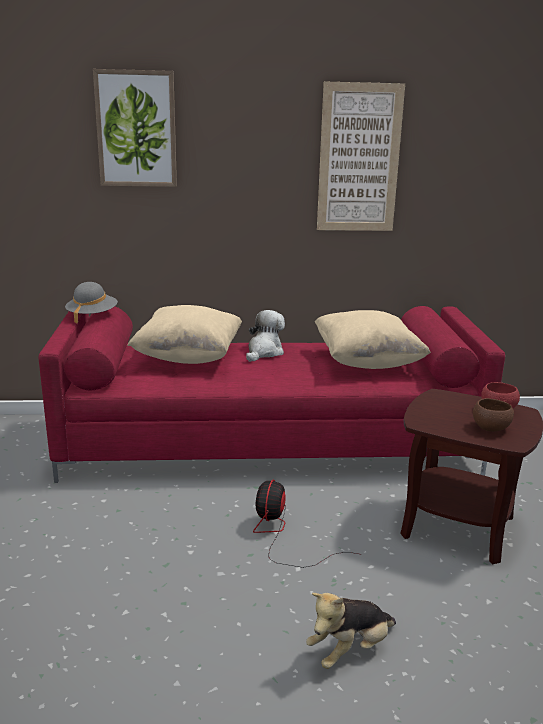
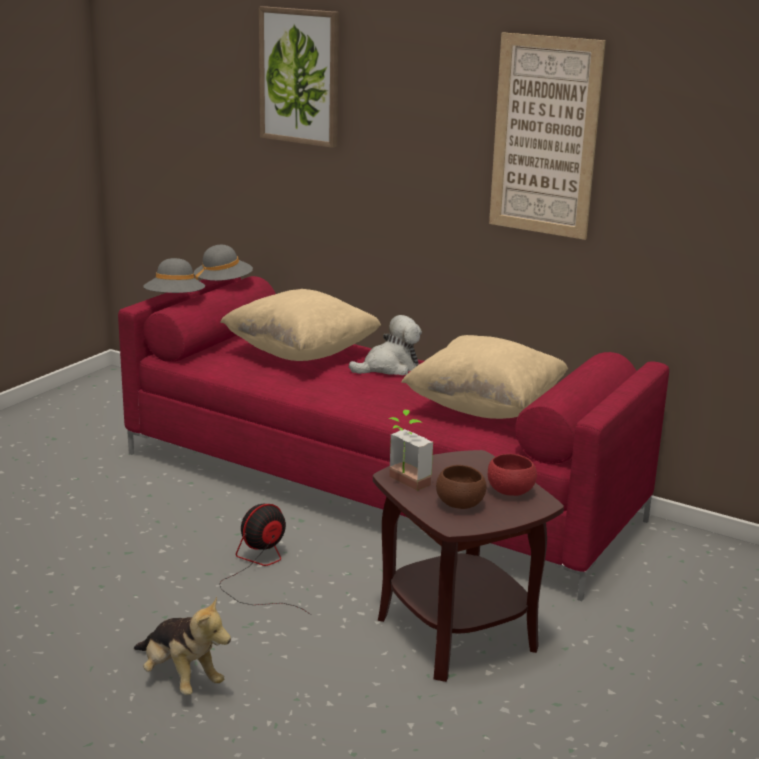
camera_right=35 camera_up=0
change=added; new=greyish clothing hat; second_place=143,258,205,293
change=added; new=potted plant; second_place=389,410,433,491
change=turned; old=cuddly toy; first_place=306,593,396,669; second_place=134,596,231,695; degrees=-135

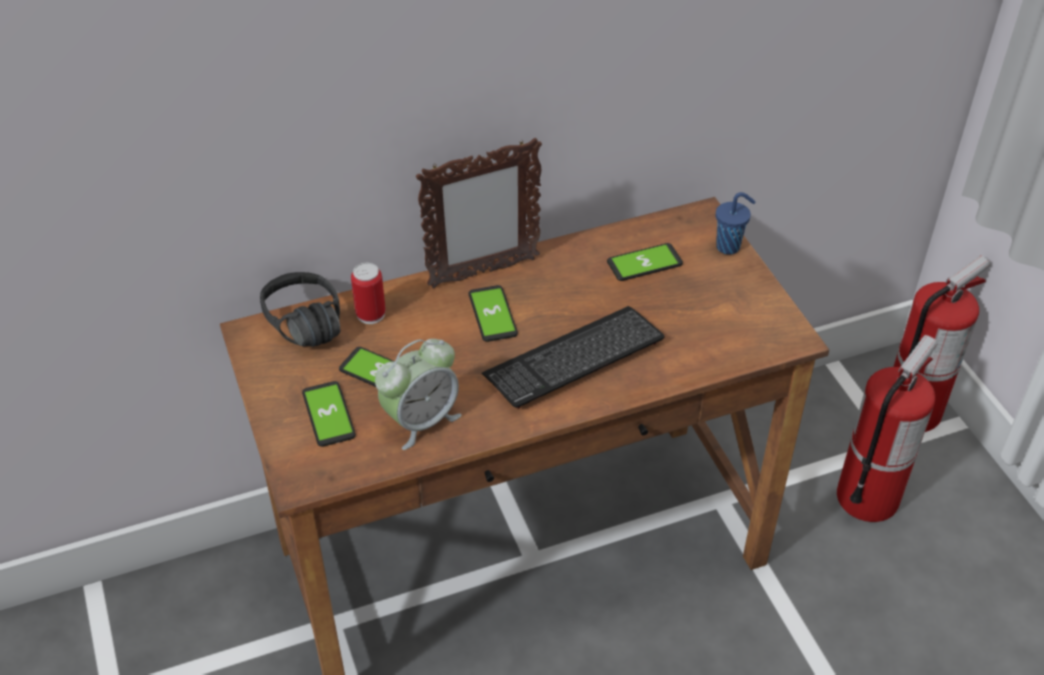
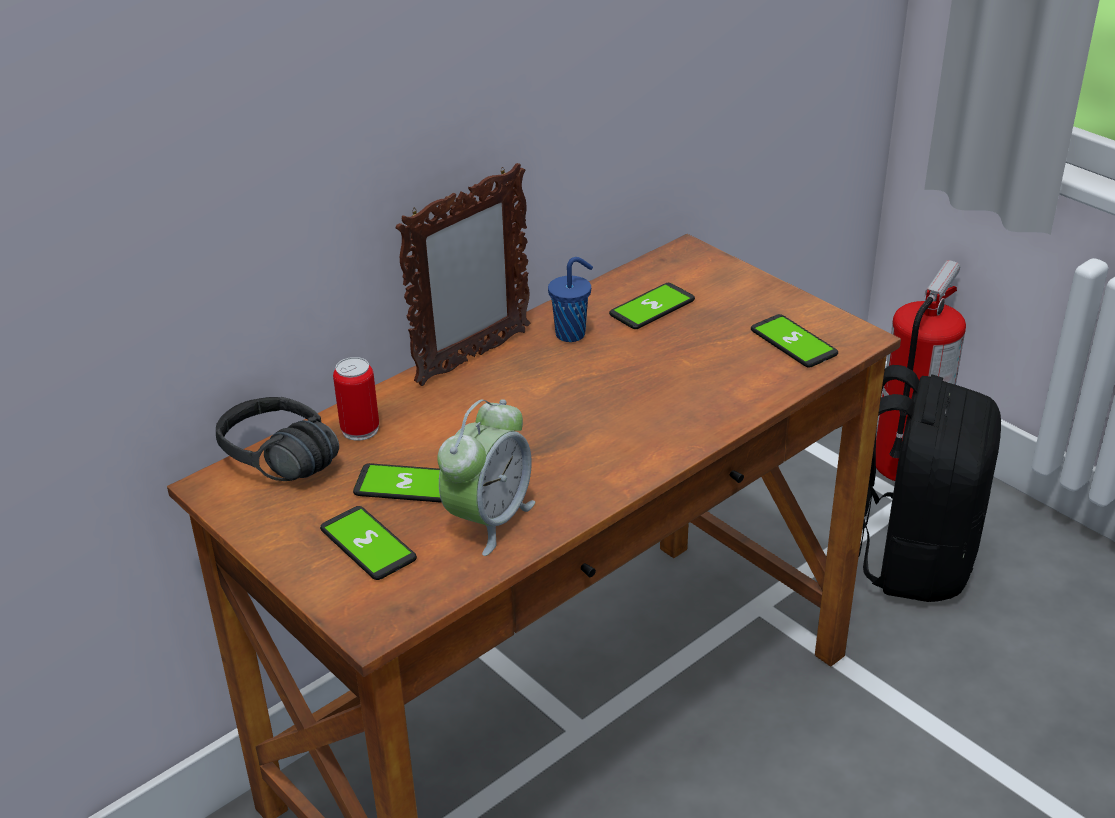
camera_right=-20 camera_up=-10
change=removed; old=keyboard; first_place=482,306,665,409
change=moved; old=phone; first_place=468,285,518,342; second_place=751,314,838,367
change=moved; old=bluish cup; first_place=716,192,756,255; second_place=548,257,593,342
change=replaced; old=fire-fighting cylinder; new=black knapsack; first_place=837,335,938,522; second_place=826,365,1001,602

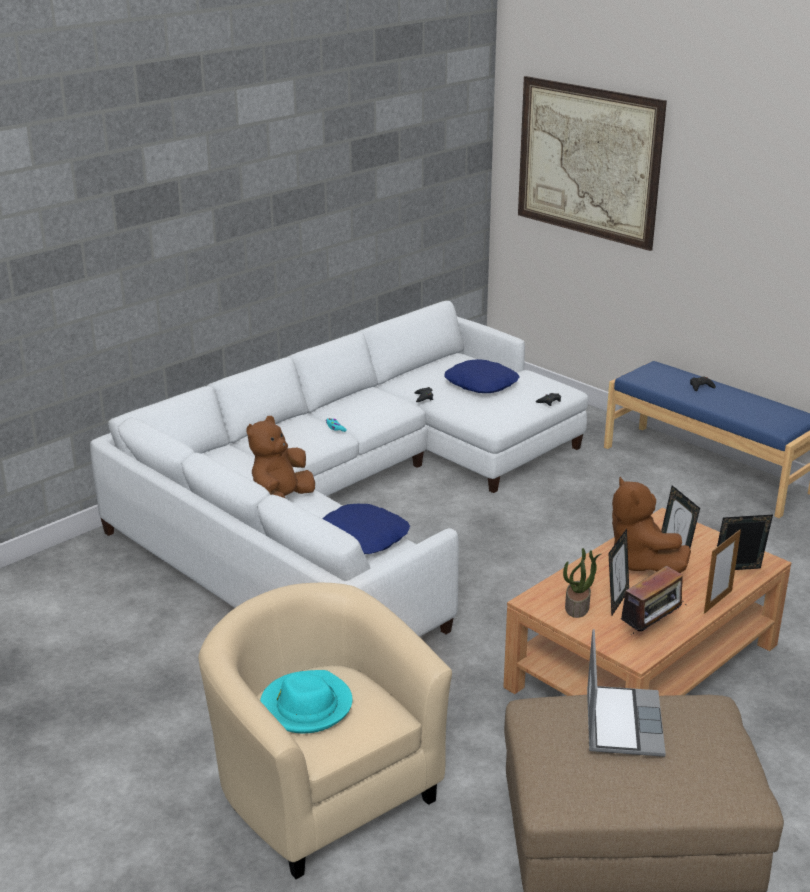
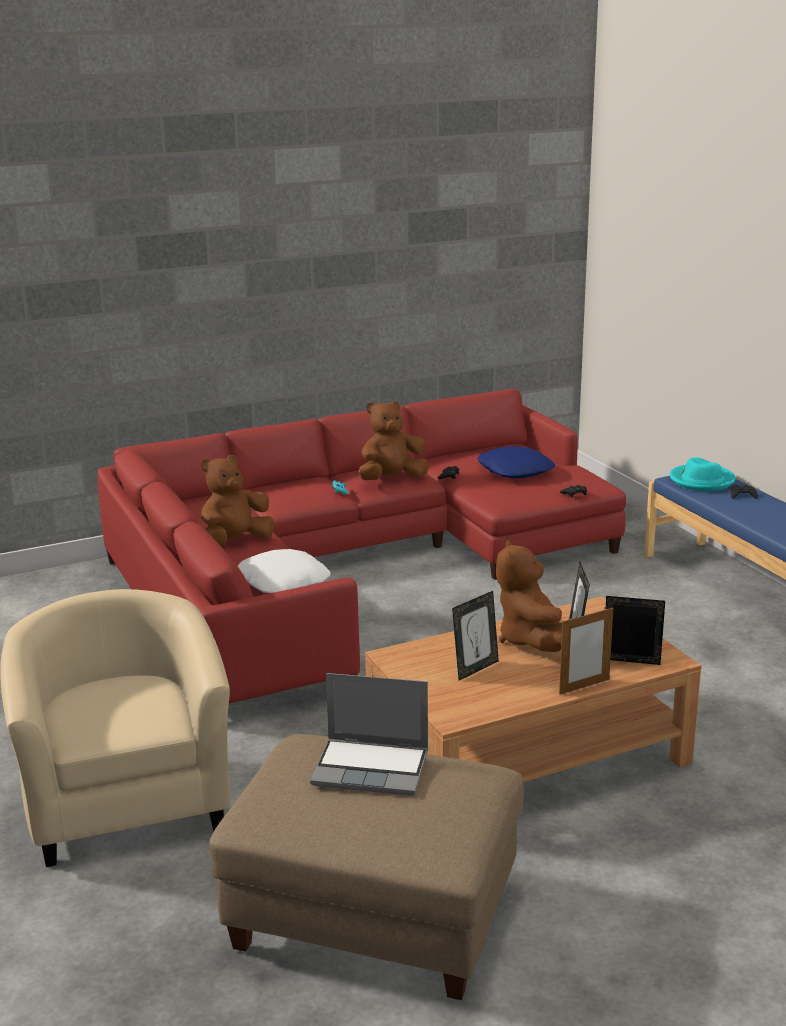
camera_right=20 camera_up=-5
change=removed; old=wall art; first_place=518,76,667,251
change=removed; old=potted plant; first_place=563,548,601,618
change=removed; old=radio receiver; first_place=621,566,686,634
change=added; new=brownish cuddly toy; second_place=358,401,429,480
change=moved; old=turquoise-coloured clothing hat; first_place=260,670,353,733; second_place=670,458,736,491
change=recoloured; old=white-coloured couch; new=red-coloured couch; first_place=90,301,588,637; second_place=97,389,626,703
change=recoloured; old=bluish throw pillow; new=white-coloured throw pillow; first_place=322,504,410,554; second_place=238,549,331,593
change=turned; old=portable computer; first_place=587,629,666,757; second_place=310,673,428,796; degrees=75

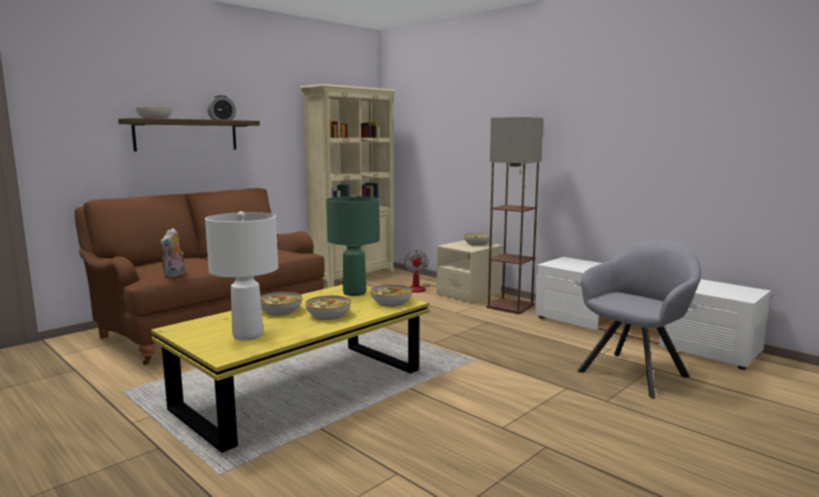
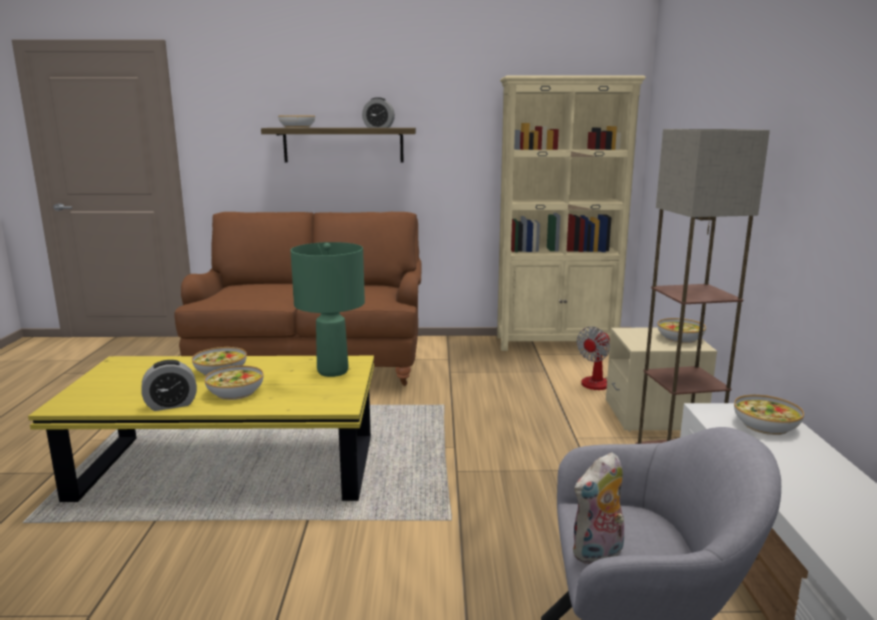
camera_right=45 camera_up=5
change=removed; old=white-coloured tabletop lamp; first_place=205,211,278,340
change=added; new=table clock; second_place=142,360,197,411
change=moved; old=cuddly toy; first_place=161,228,185,277; second_place=572,452,624,564
change=moved; old=bowl; first_place=371,284,412,307; second_place=734,395,804,435

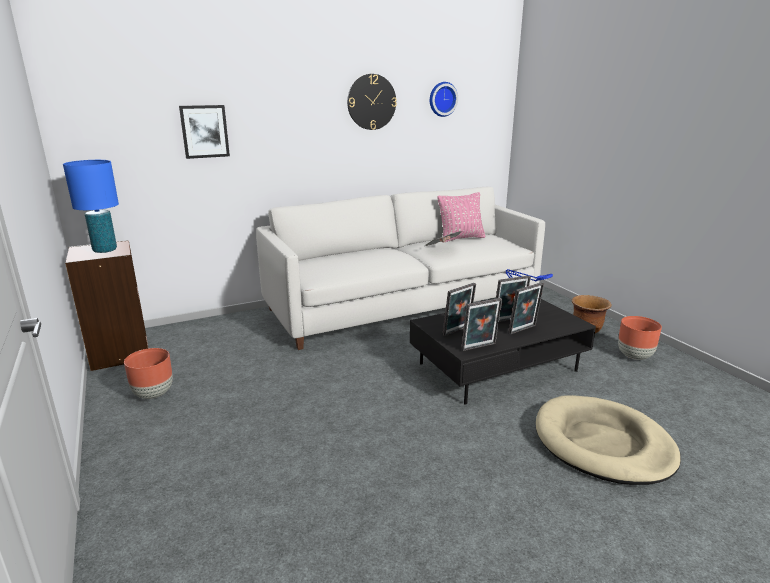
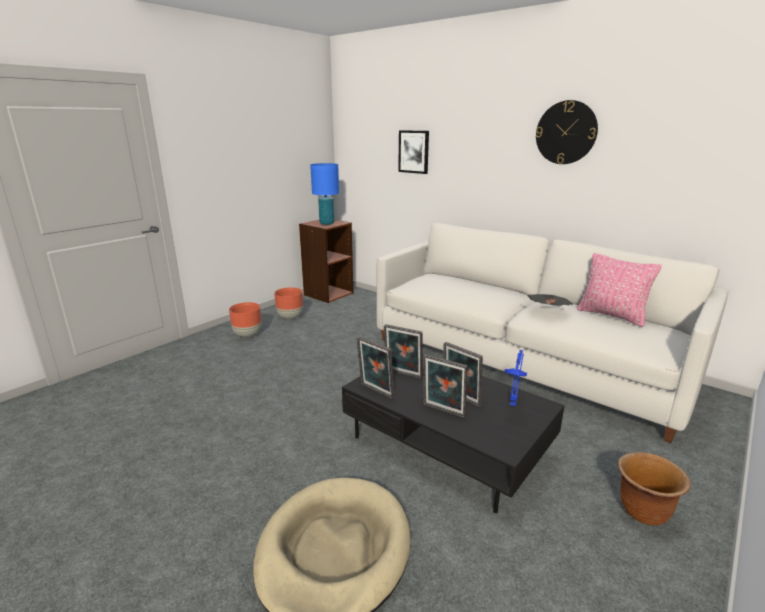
camera_right=65 camera_up=0
change=removed; old=hanging clock; first_place=430,82,458,117
change=moved; old=brownish plant pot; first_place=618,316,662,360; second_place=229,302,262,338

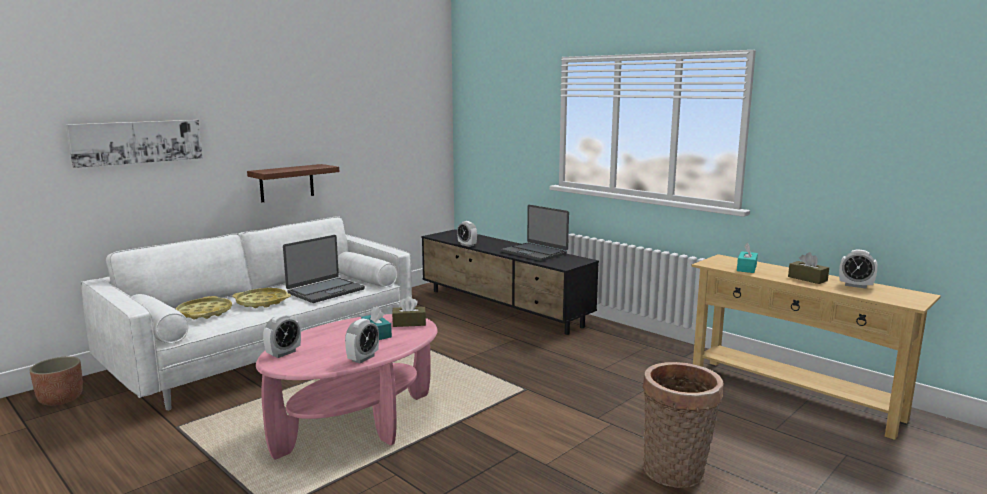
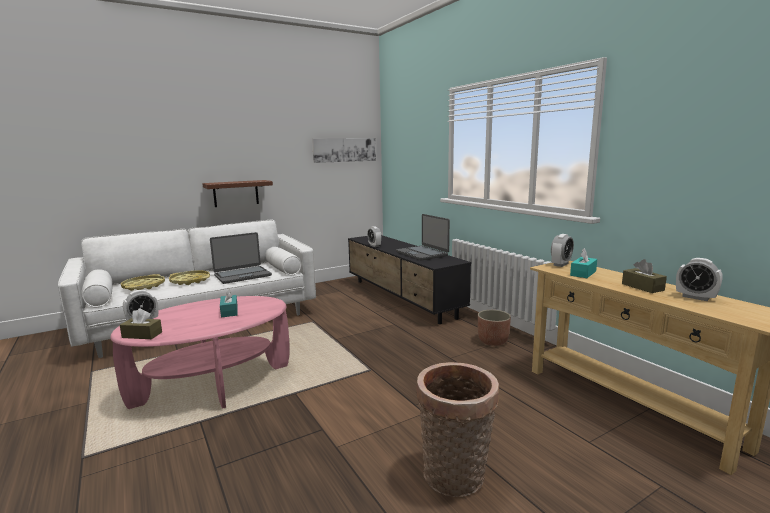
camera_right=15 camera_up=0
change=moved; old=plant pot; first_place=29,356,83,406; second_place=478,310,511,346
change=moved; old=wall art; first_place=66,120,202,168; second_place=312,138,376,163
change=moved; old=table clock; first_place=345,318,379,363; second_place=551,234,574,267
change=moved; old=brownish tissue holder; first_place=392,296,426,327; second_place=120,308,162,339

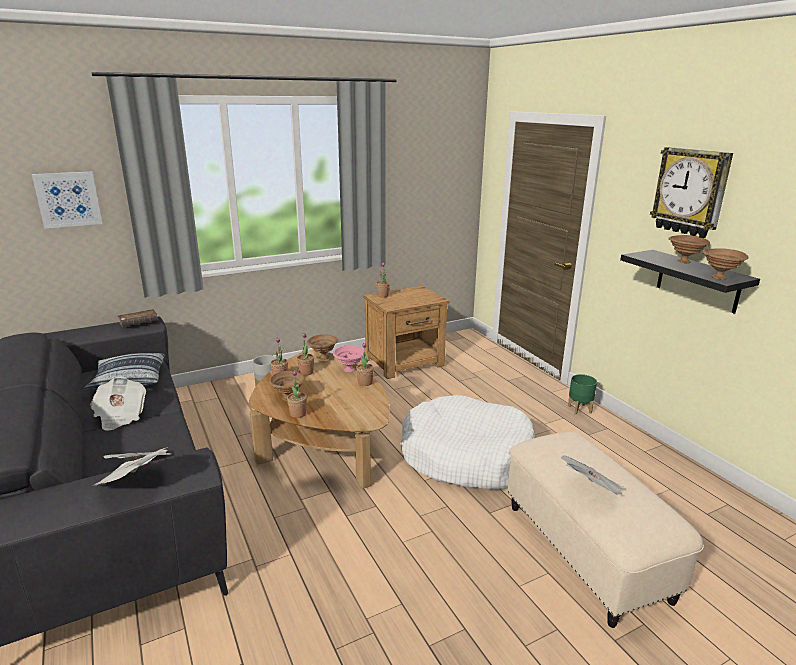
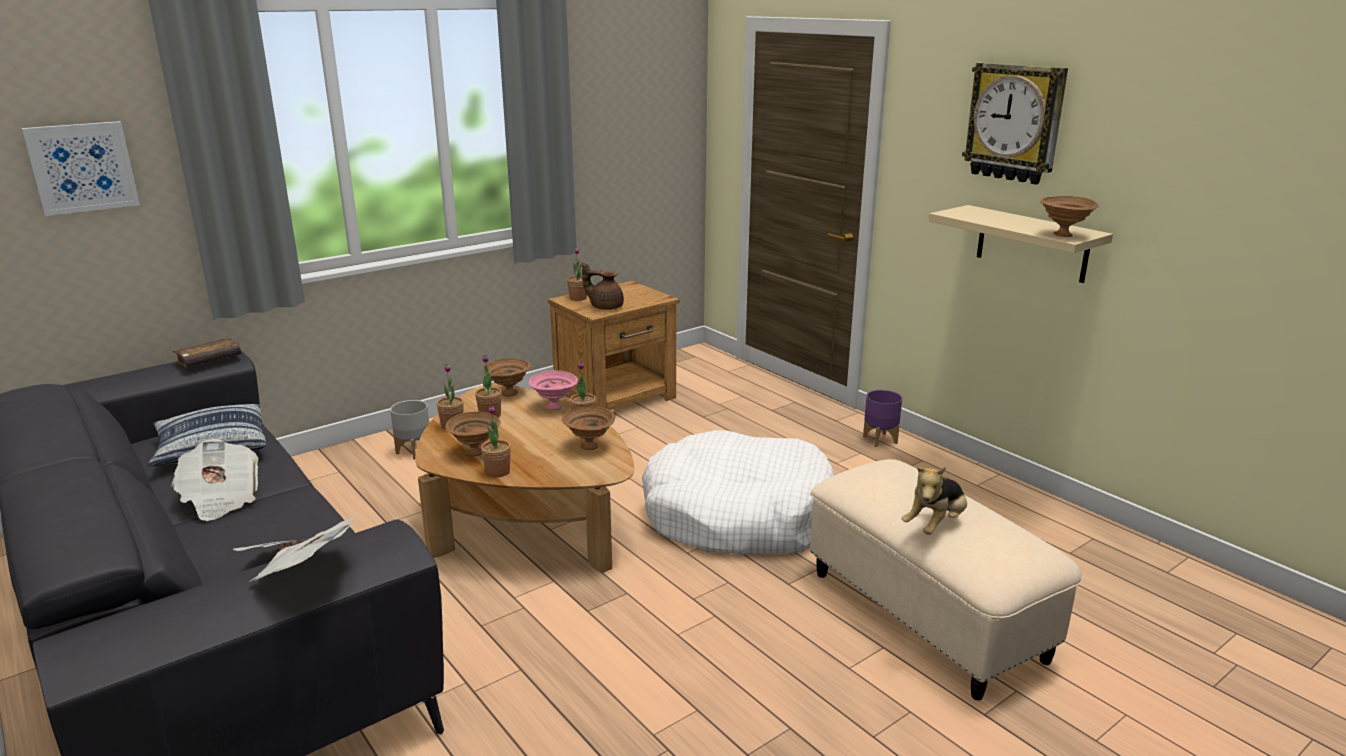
camera_right=-10 camera_up=0
change=added; new=brownish pot for tea; second_place=582,263,624,310
change=moved; old=brownish bowl; first_place=668,235,710,263; second_place=562,406,615,450
change=replaced; old=printed paper; new=cuddly toy; first_place=561,456,626,495; second_place=902,467,967,535
change=recoloured; old=green plant pot; new=purplish plant pot; first_place=568,374,597,415; second_place=863,390,902,447
change=recoloured; old=black bracket shelf; new=beige-coloured bracket shelf; first_place=620,250,760,314; second_place=929,205,1113,283

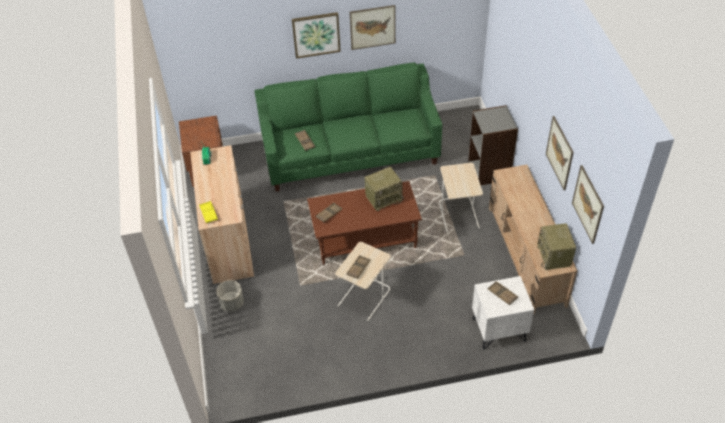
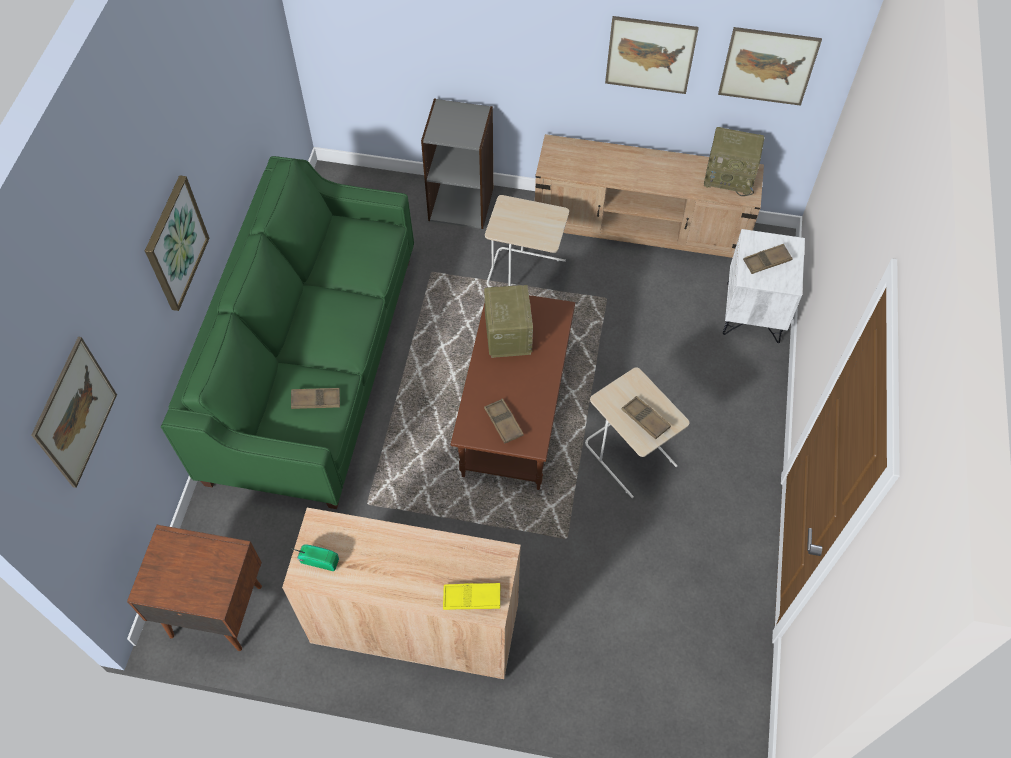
camera_right=-70 camera_up=10
change=removed; old=greyish plant pot; first_place=216,280,244,312
change=moved; old=wall art; first_place=350,5,396,50; second_place=31,337,117,488

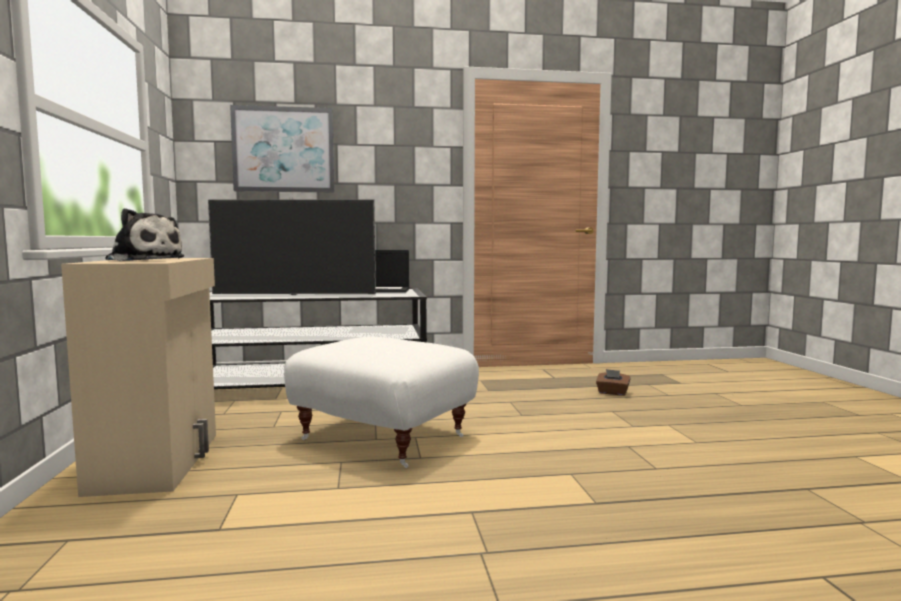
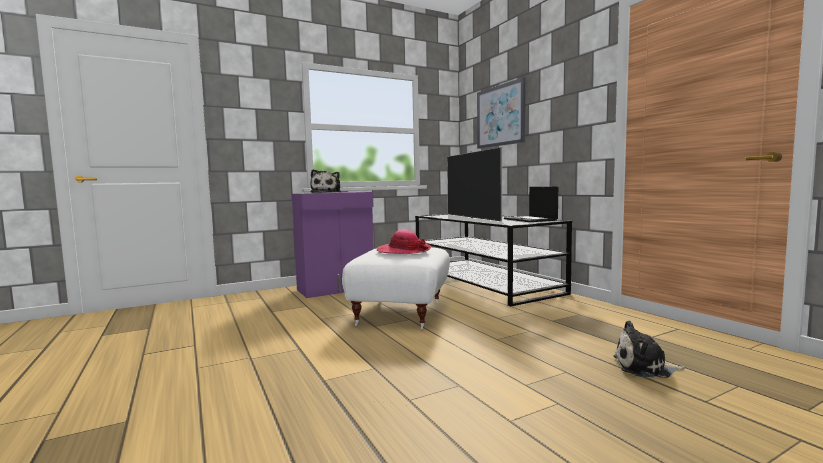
camera_right=70 camera_up=0
change=added; new=clothing hat; second_place=377,229,431,254
change=replaced; old=brownish tissue holder; new=cuddly toy; first_place=596,369,631,396; second_place=613,321,685,378
change=recoloured; old=beige-coloured cupboard; new=purplish cupboard; first_place=61,258,216,497; second_place=292,192,374,298

